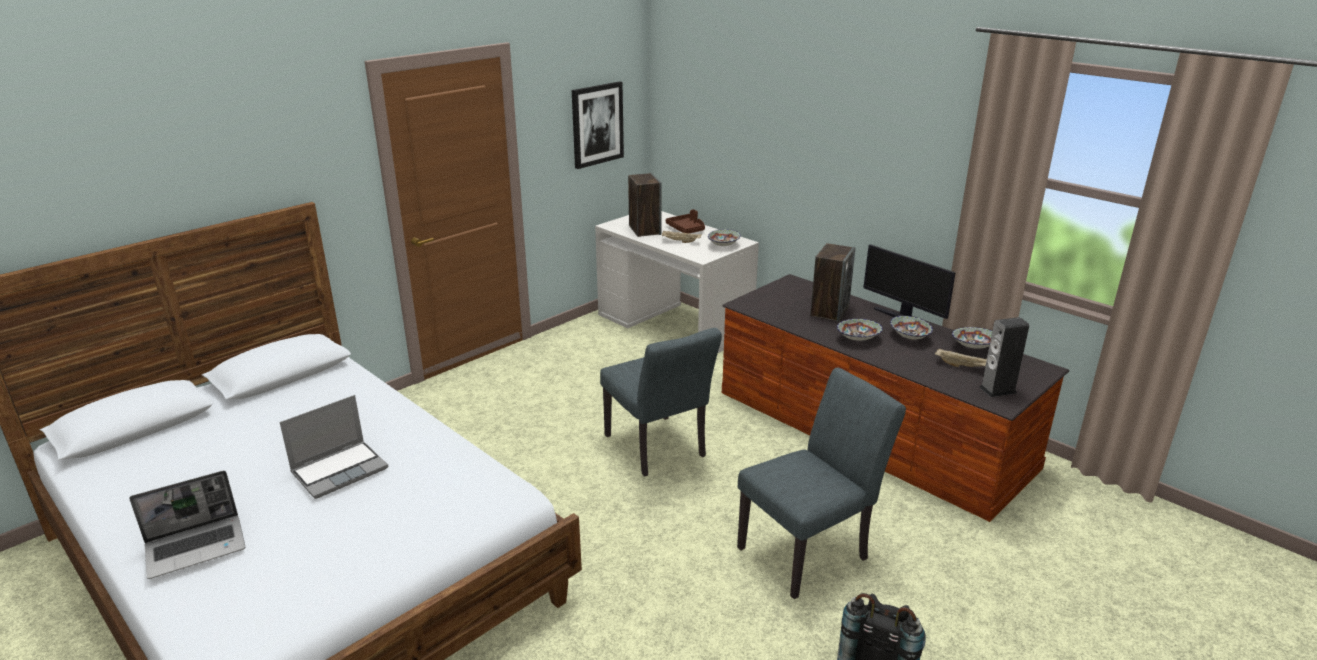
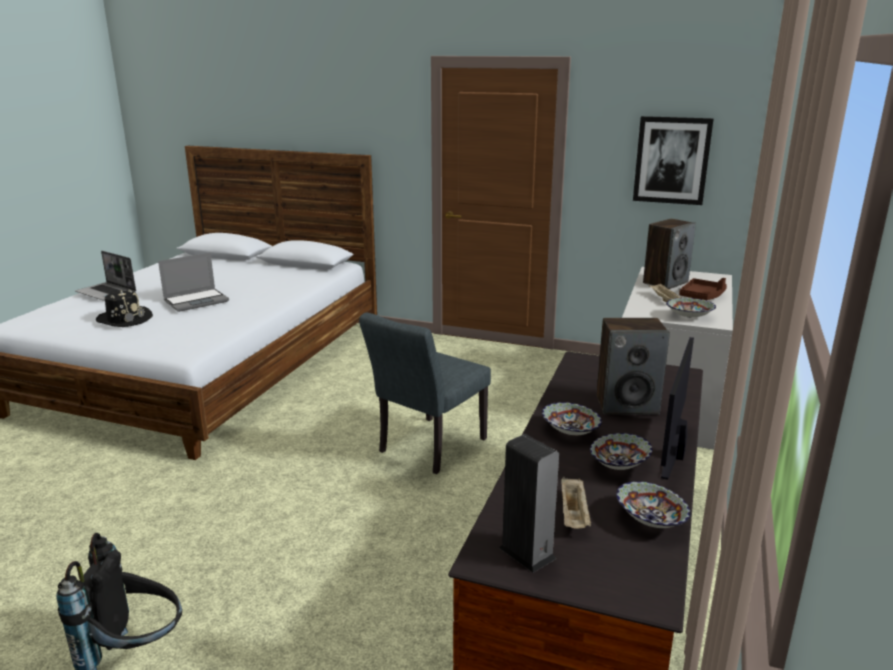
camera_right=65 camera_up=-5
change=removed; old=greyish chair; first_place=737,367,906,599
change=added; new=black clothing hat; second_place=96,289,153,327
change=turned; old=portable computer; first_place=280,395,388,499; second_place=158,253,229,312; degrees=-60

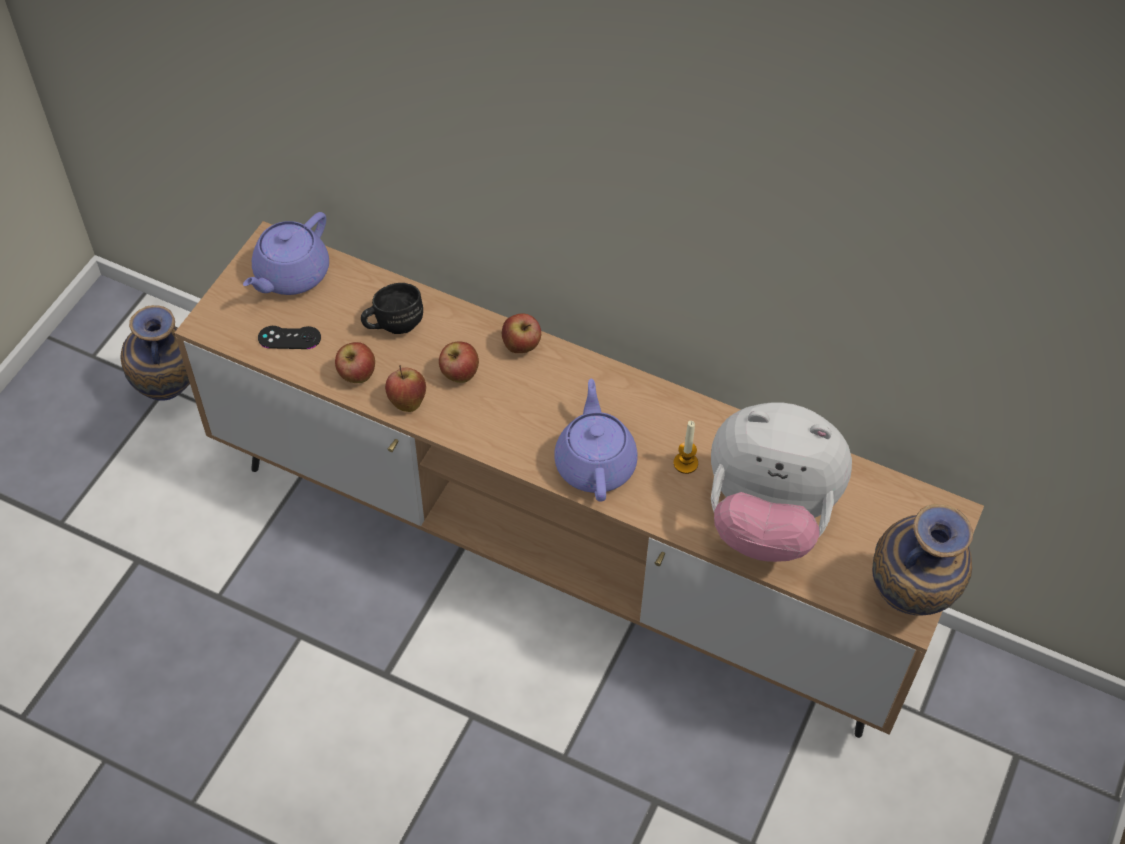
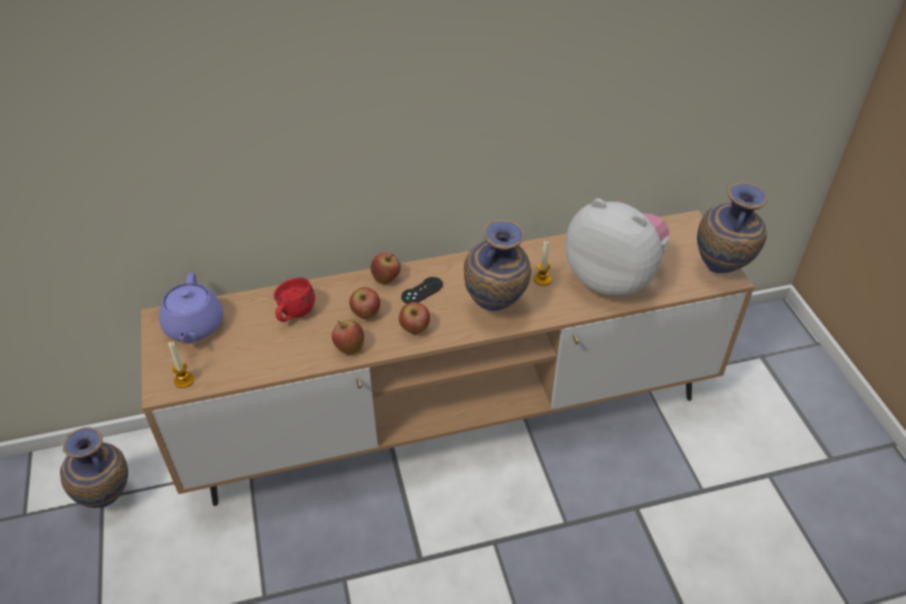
camera_right=-40 camera_up=-10
change=added; new=wax candle; second_place=168,341,194,388
change=moved; old=black joypad; first_place=258,326,321,349; second_place=401,277,443,304
change=moved; old=apple fruit; first_place=335,342,375,383; second_place=399,302,430,334
change=replaced; old=purplish pot for tea; new=flower vase; first_place=554,379,638,502; second_place=464,220,531,311
change=recoloured; old=black coffee mug; new=red-coloured coffee mug; first_place=361,283,423,334; second_place=274,277,315,322
change=turned; old=cuddly toy; first_place=711,402,852,562; second_place=565,198,669,296; degrees=-120

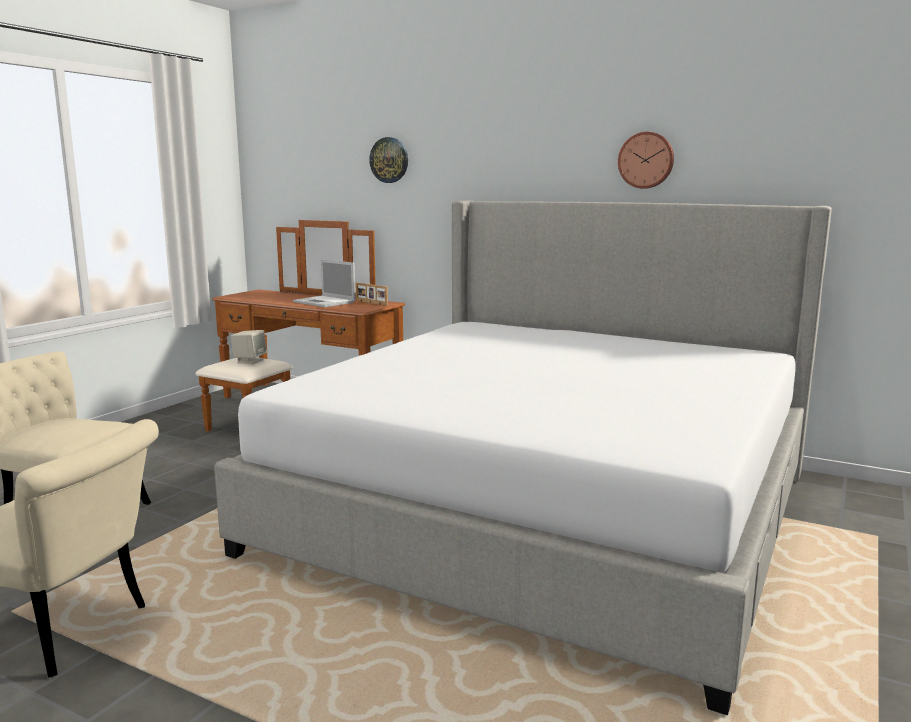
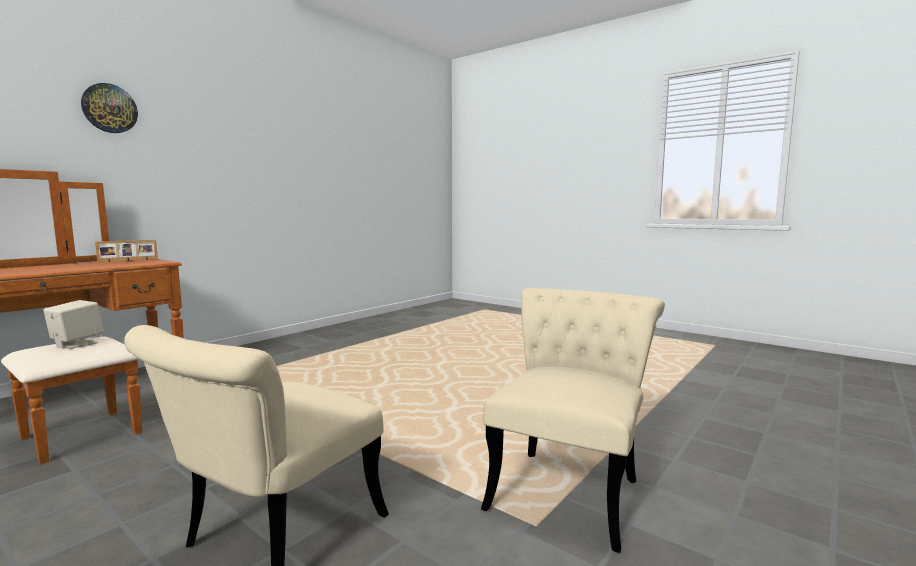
camera_right=-80 camera_up=-5
change=removed; old=sleeping bed; first_place=214,200,832,715
change=removed; old=portable computer; first_place=293,259,356,307
change=removed; old=hanging clock; first_place=618,132,674,189

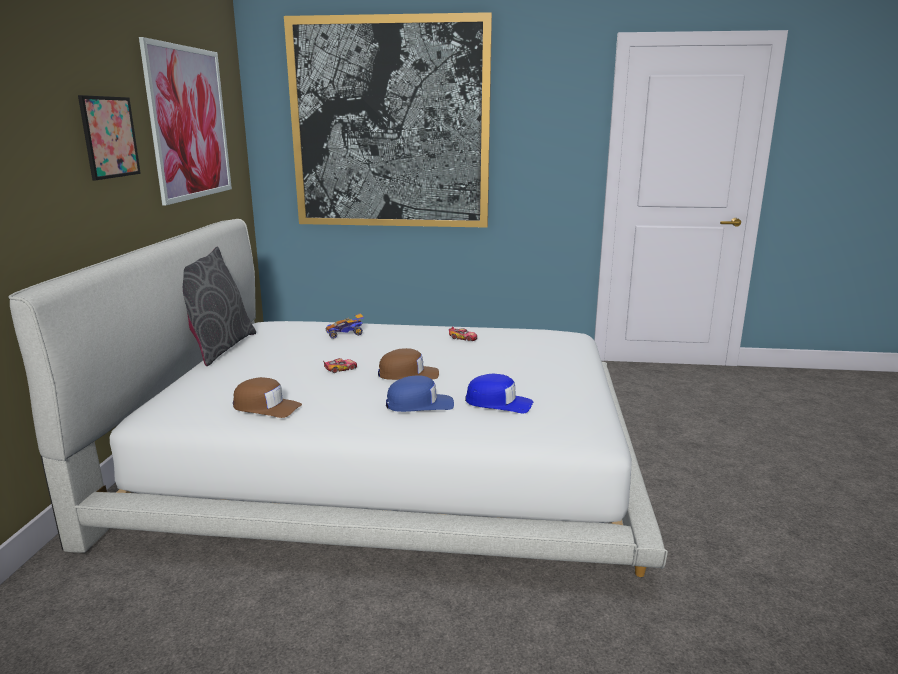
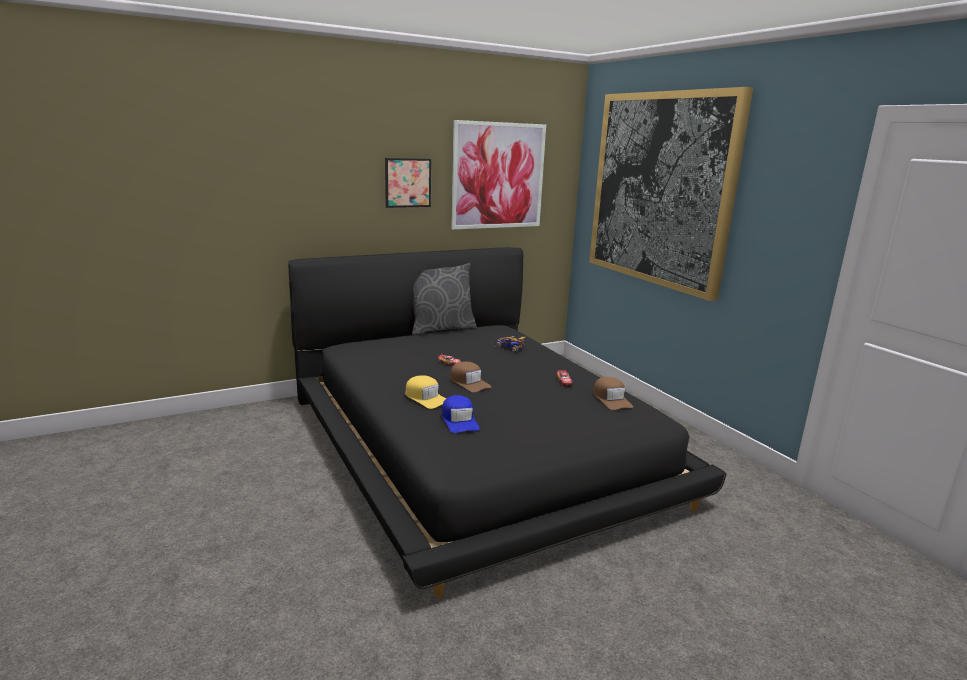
camera_right=55 camera_up=0
change=moved; old=brownish baseball cap; first_place=233,377,302,418; second_place=593,377,633,410
change=recoloured; old=white-coloured sleeping bed; new=black sleeping bed; first_place=8,219,668,577; second_place=288,247,726,598
change=recoloured; old=bluish baseball cap; new=yellow-coloured baseball cap; first_place=386,375,454,412; second_place=405,375,446,409

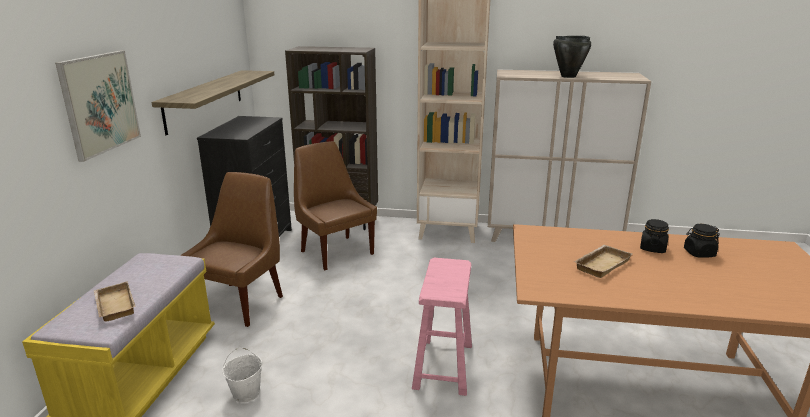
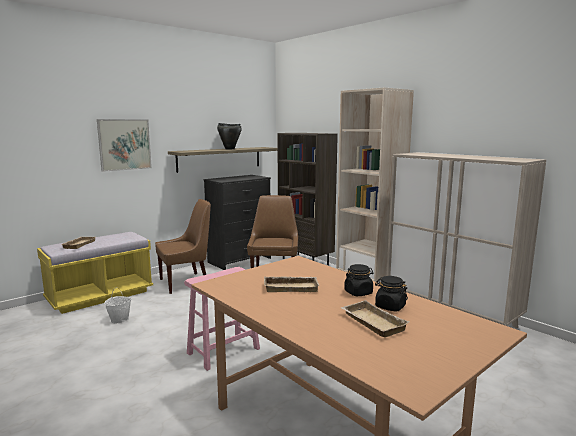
camera_right=40 camera_up=-10
change=added; new=beige-coloured tray; second_place=341,300,410,337
change=moved; old=black saucepot; first_place=553,36,591,78; second_place=217,123,242,149

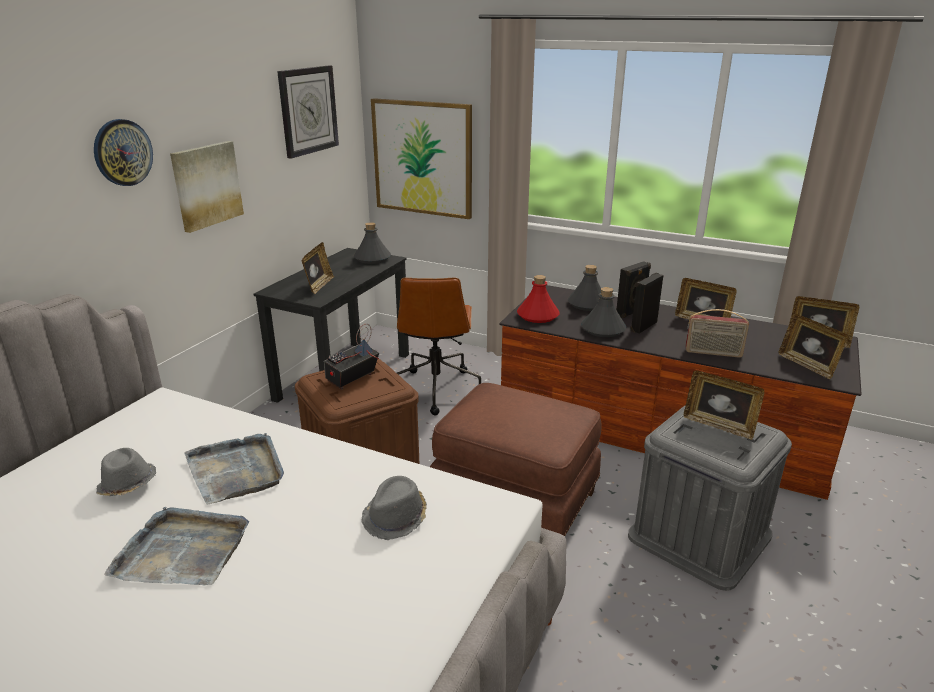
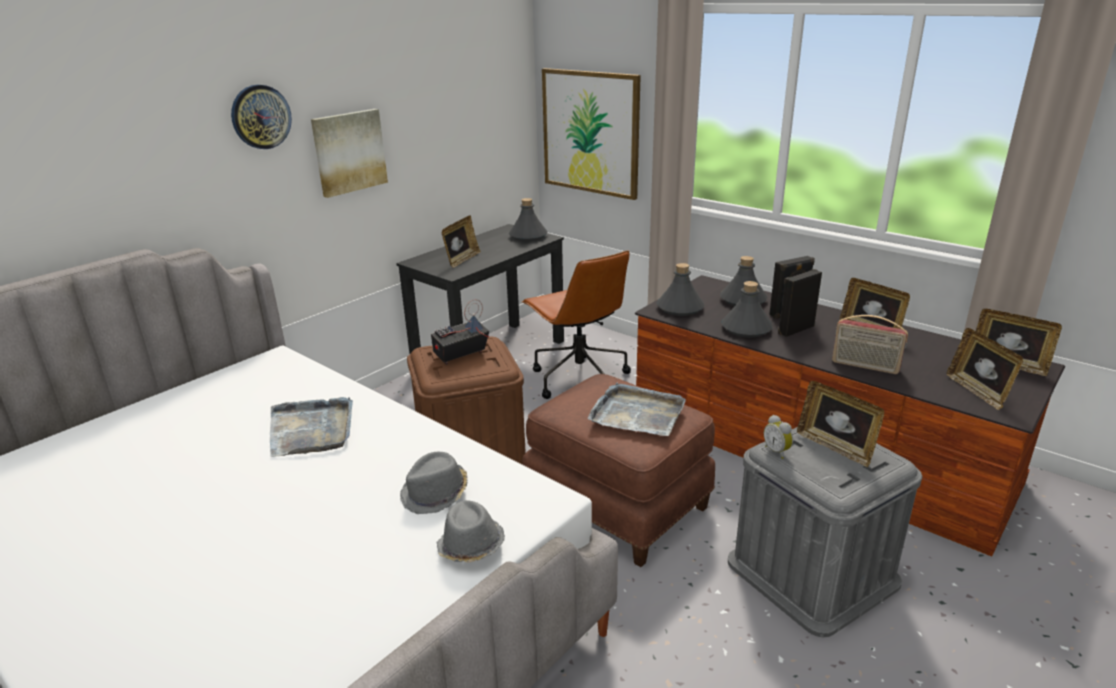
camera_right=15 camera_up=0
change=removed; old=hanging clock; first_place=277,66,339,158
change=added; new=table clock; second_place=764,415,793,459
change=moved; old=greyish clothing hat; first_place=96,448,156,496; second_place=437,500,505,563
change=moved; old=greyish tray; first_place=104,507,249,585; second_place=588,382,686,436
change=recoloured; old=red-coloured drink bottle; new=greyish drink bottle; first_place=517,275,560,323; second_place=657,263,704,316
change=turned; old=brownish office chair; first_place=397,278,481,415; second_place=522,250,631,399; degrees=-45

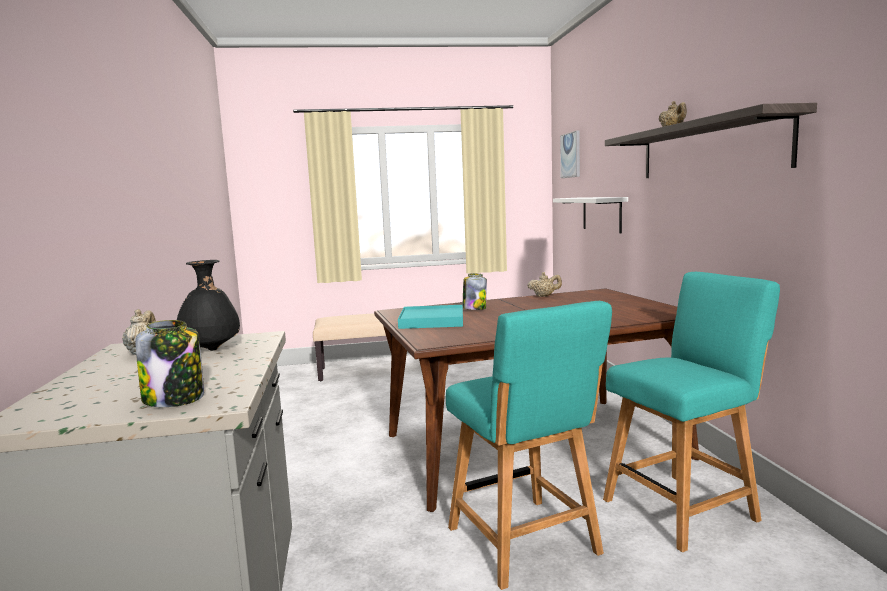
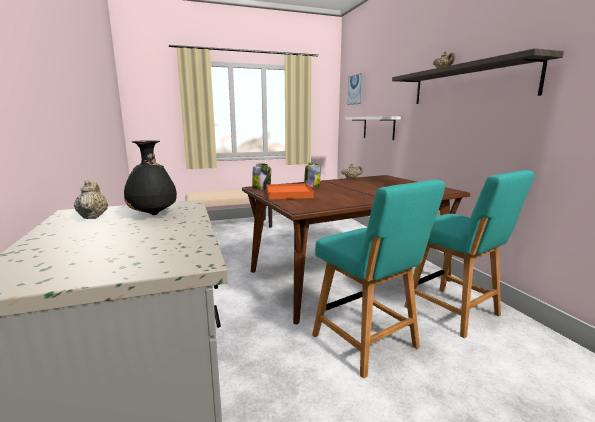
camera_right=-10 camera_up=5
change=moved; old=storage jar; first_place=135,320,204,407; second_place=252,163,271,190
change=recoloured; old=turquoise-coloured tray; new=orange tray; first_place=398,305,463,329; second_place=266,184,314,200
change=turned; old=turquoise-coloured chair; first_place=603,272,780,552; second_place=404,170,534,338; degrees=90

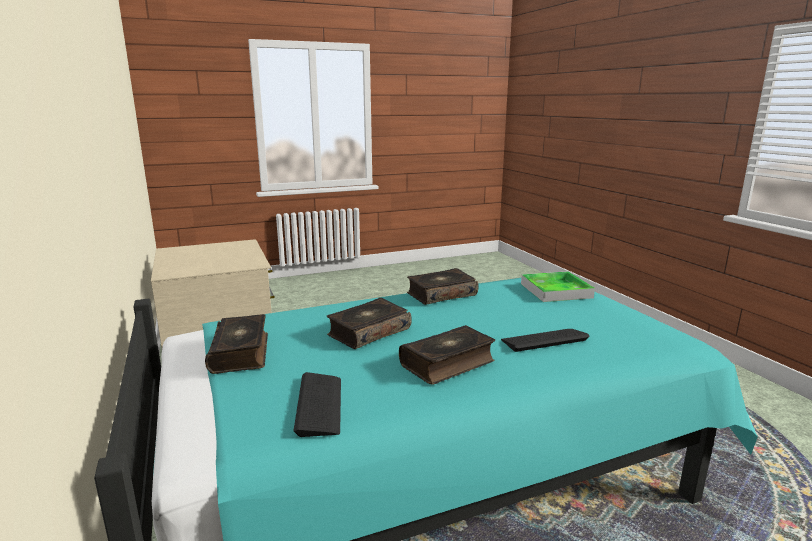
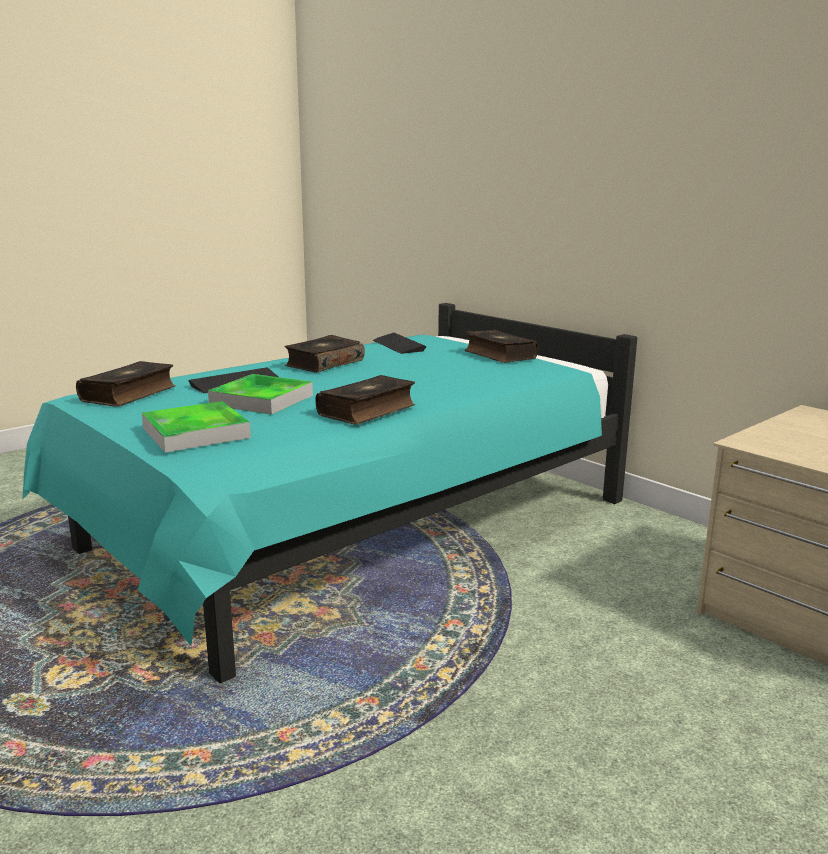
camera_right=160 camera_up=0
change=added; new=tray; second_place=208,374,313,415
change=moved; old=bound book; first_place=327,298,412,349; second_place=76,361,176,407

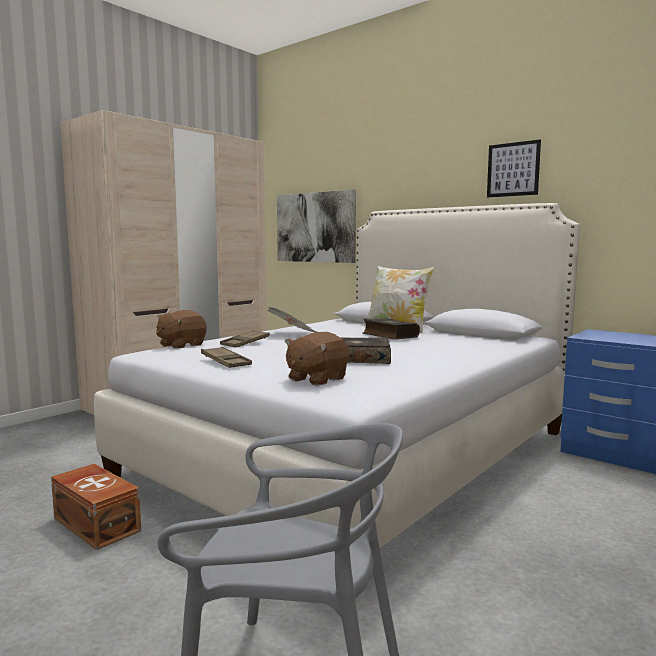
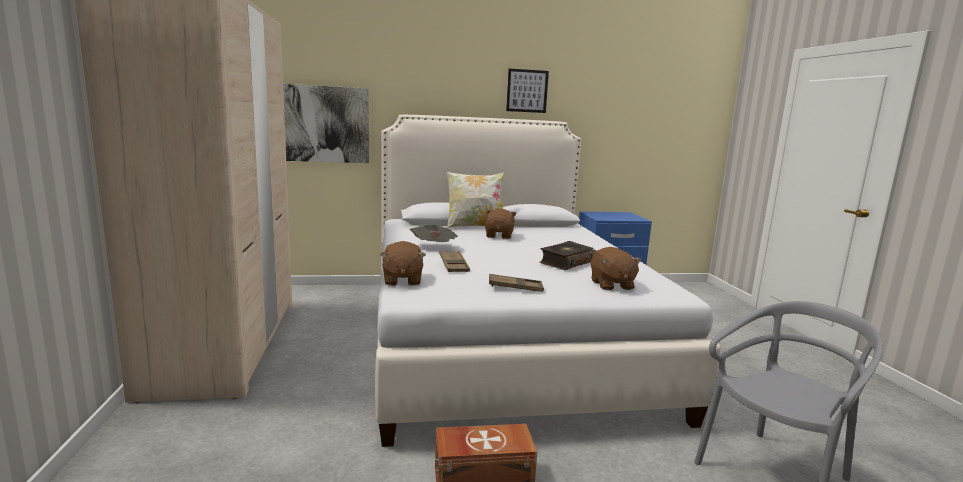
camera_right=-50 camera_up=5
change=replaced; old=bound book; new=brownish cuddly toy; first_place=363,318,420,340; second_place=485,209,517,239

